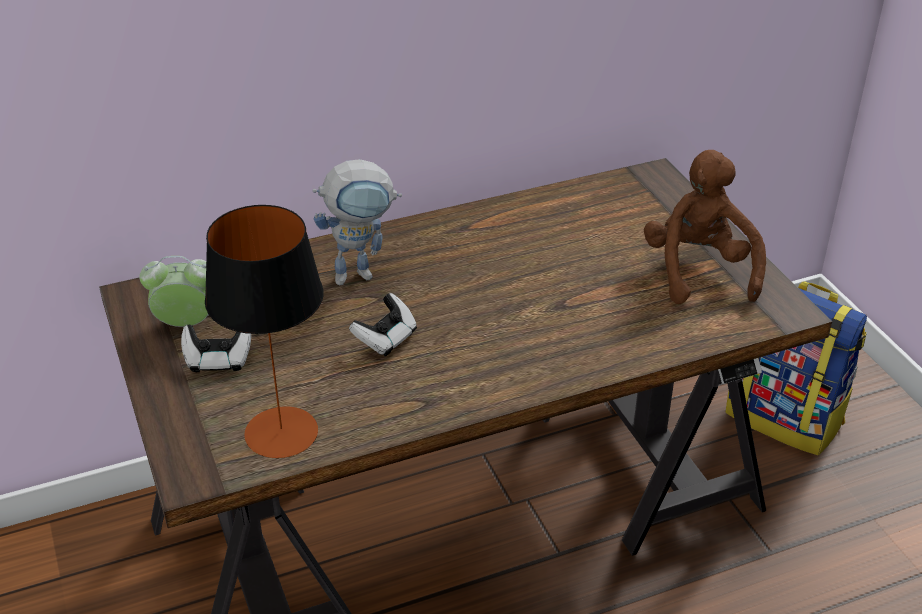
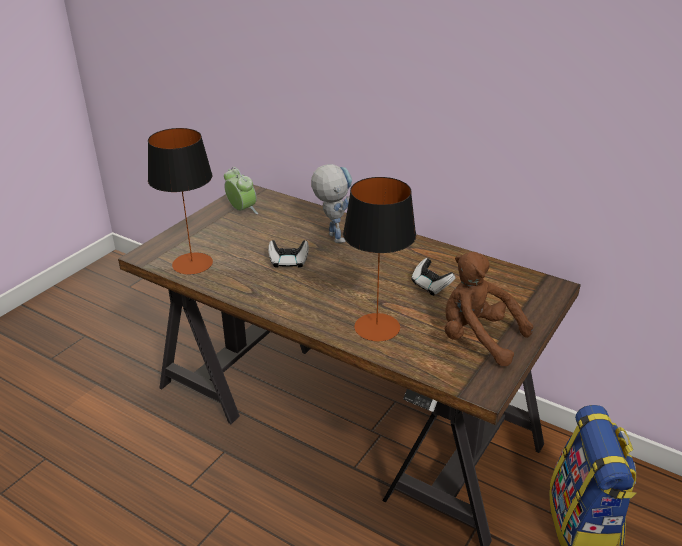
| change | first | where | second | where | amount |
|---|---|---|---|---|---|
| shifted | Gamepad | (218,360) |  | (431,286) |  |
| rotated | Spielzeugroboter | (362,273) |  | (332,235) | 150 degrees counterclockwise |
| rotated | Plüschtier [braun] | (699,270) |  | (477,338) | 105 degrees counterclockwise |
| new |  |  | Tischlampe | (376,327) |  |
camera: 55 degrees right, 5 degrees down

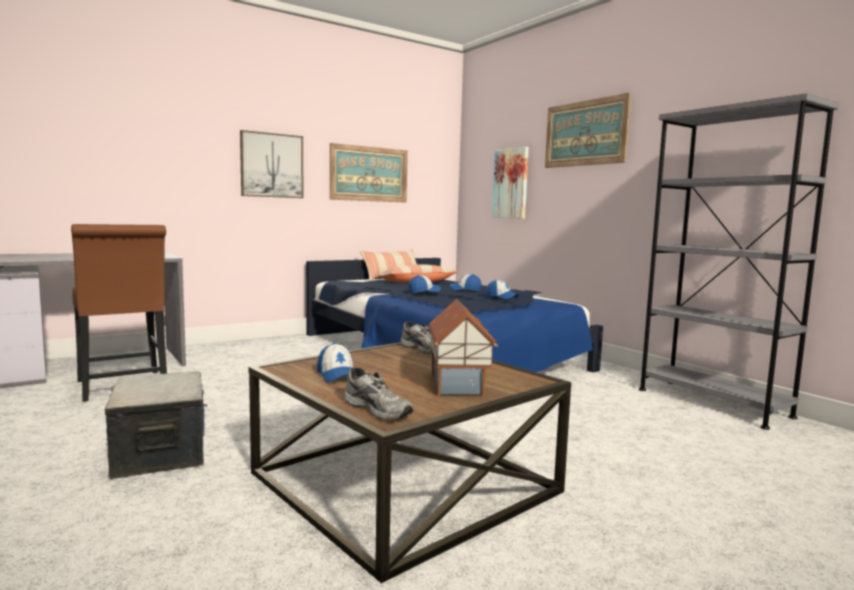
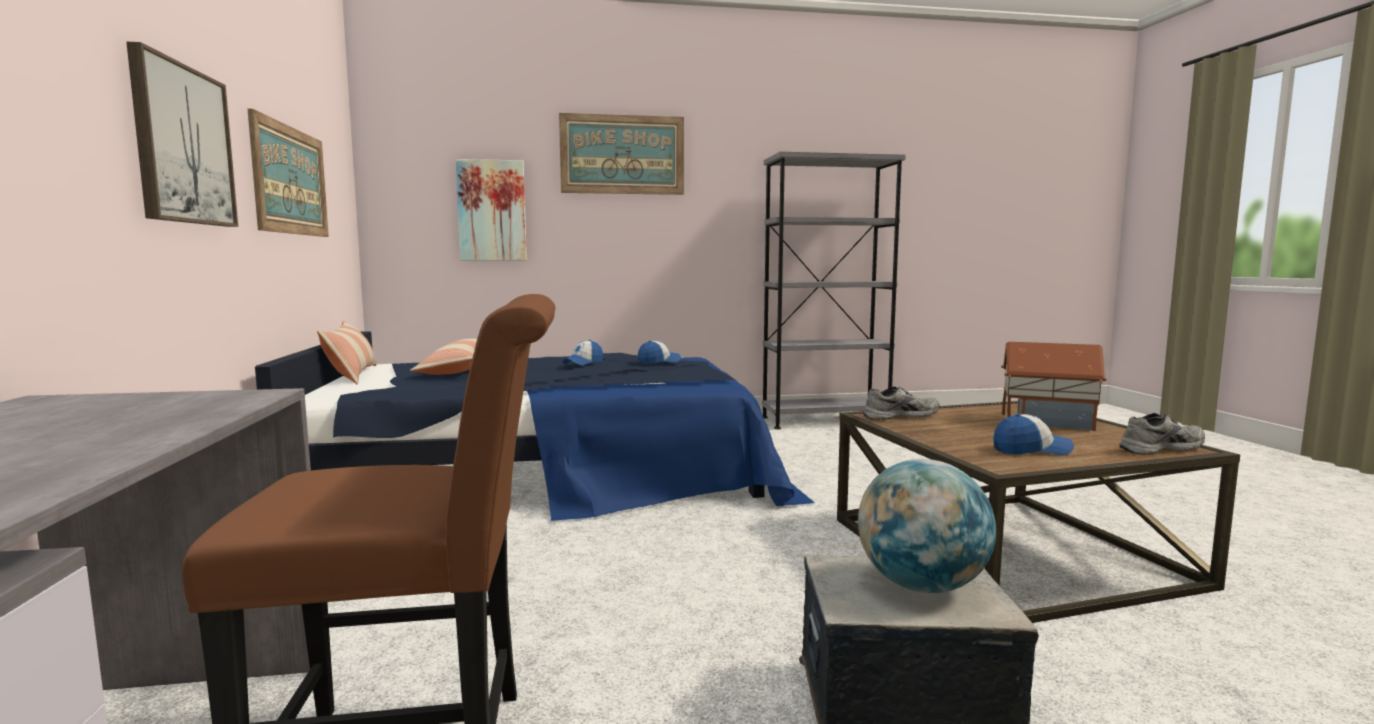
| change | first | where | second | where | amount |
|---|---|---|---|---|---|
| gone | Kappe | (424,291) |  |  |  |
| new |  |  | Globus | (921,586) |  |
camera: 65 degrees left, 0 degrees up

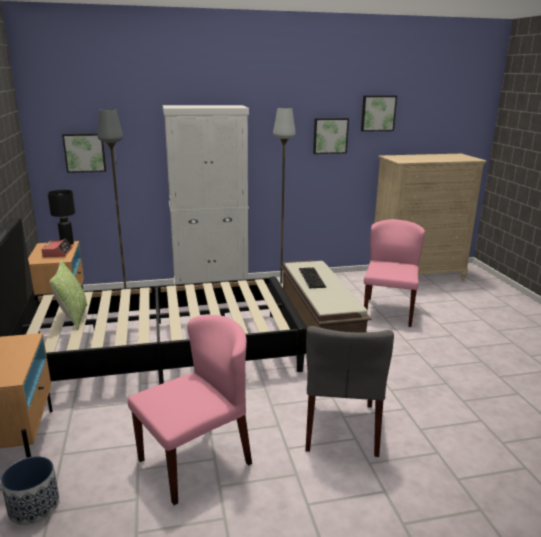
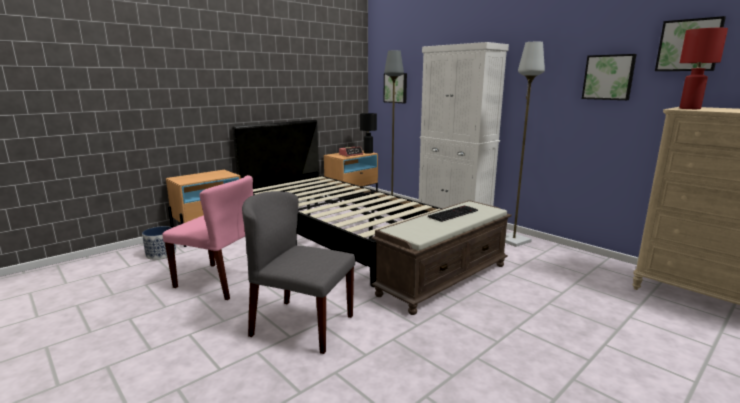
| change | first | where | second | where | amount |
|---|---|---|---|---|---|
| gone | Kissen | (73,317) |  |  |  |
| rotated | Stuhl [grau] | (341,427) |  | (301,325) | 45 degrees clockwise |
| gone | Stuhl [rosa] | (388,311) |  |  |  |
| new |  |  | Tischlampe [rot] | (689,108) |  |
camera: 60 degrees right, 5 degrees down

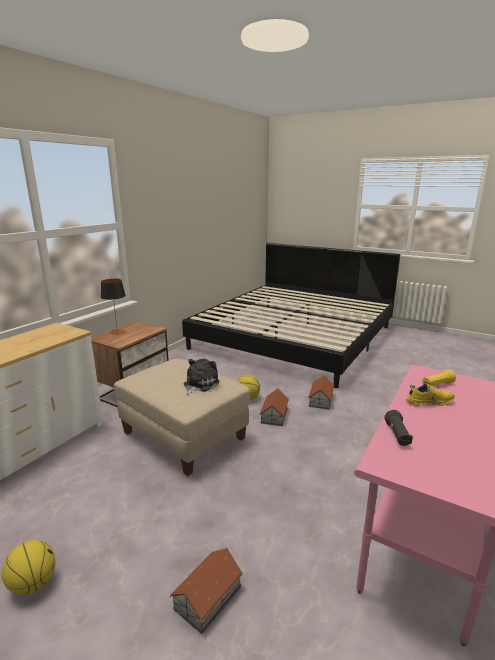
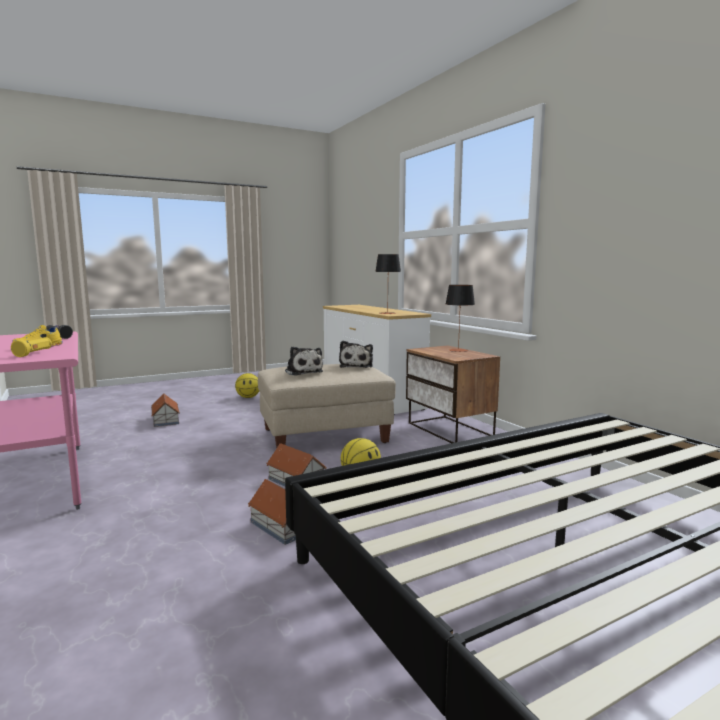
| change | first | where | second | where | amount |
|---|---|---|---|---|---|
| new |  |  | Plüschtier | (356,366) |  |
| new |  |  | Tischlampe | (387,313) |  |
camera: 120 degrees right, 10 degrees down

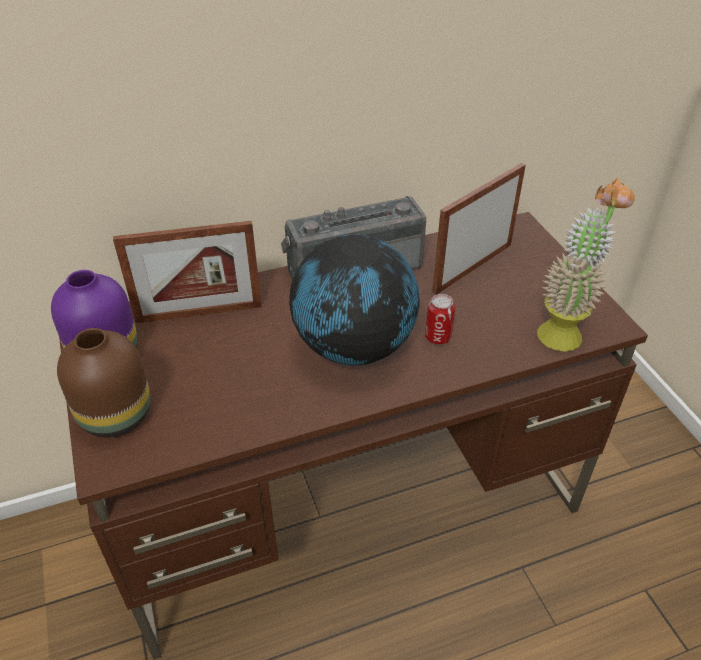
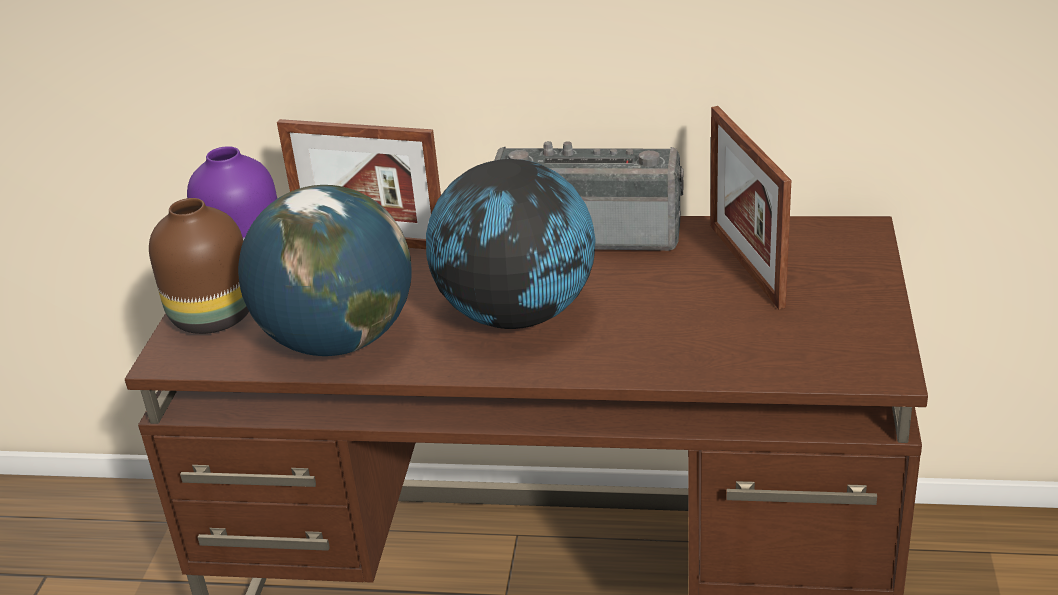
| change | first | where | second | where | amount |
|---|---|---|---|---|---|
| gone | Dose | (438,337) |  |  |  |
| rotated | Bilderrahmen | (472,268) |  | (746,265) | 90 degrees counterclockwise |
| gone | Topfpflanze | (565,329) |  |  |  |
| new |  |  | Globus | (338,341) |  |
camera: 30 degrees right, 10 degrees down

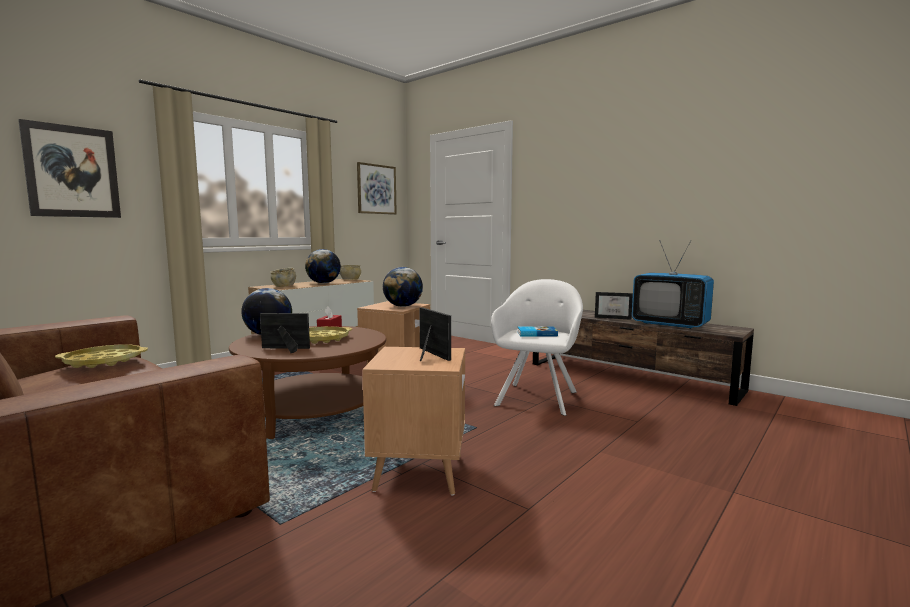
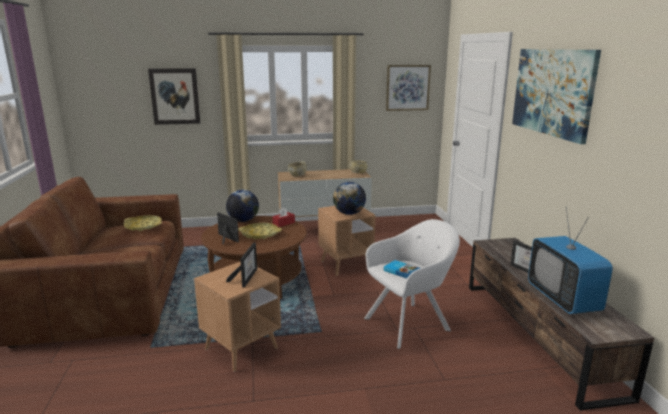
| change | first | where | second | where | amount |
|---|---|---|---|---|---|
| gone | Globus | (323,283) |  |  |  |
| new |  |  | Bild | (552,92) |  |
camera: 40 degrees right, 10 degrees up

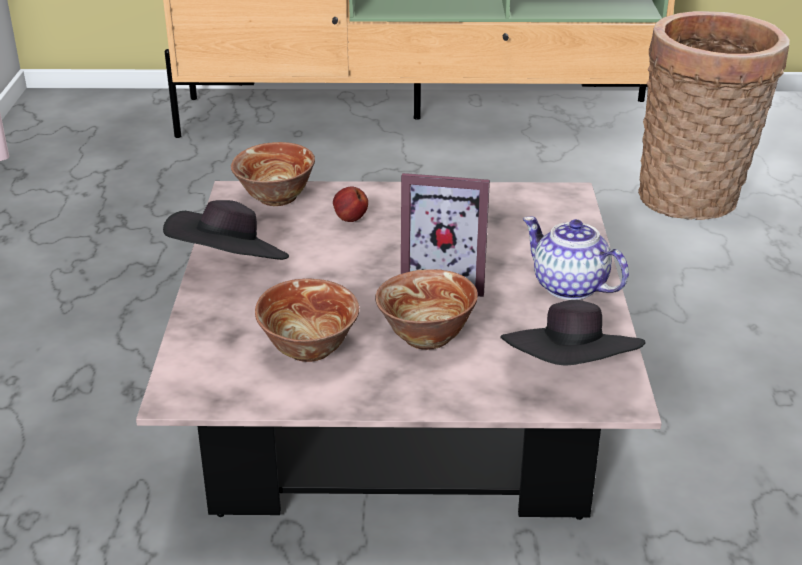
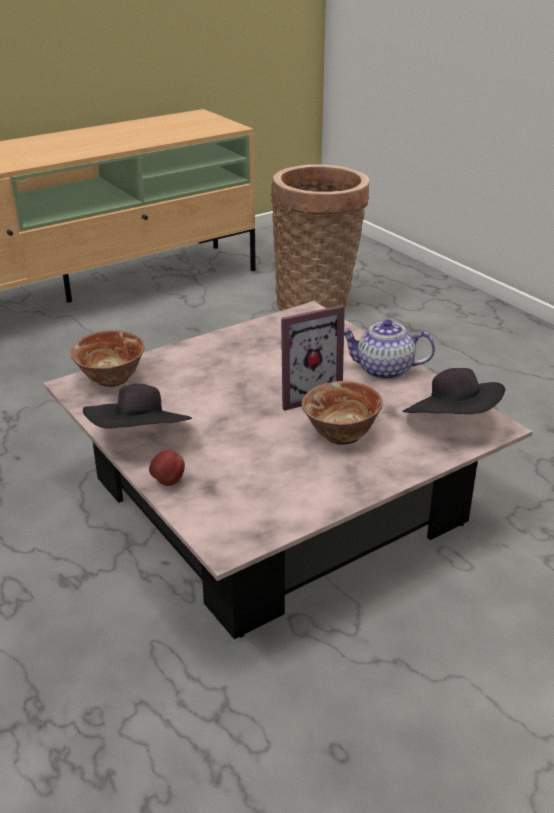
| change | first | where | second | where | amount |
|---|---|---|---|---|---|
| gone | Schüssel | (309,350) |  |  |  |
| shifted | Apfel | (350,219) |  | (168,482) |  |
camera: 35 degrees left, 0 degrees up

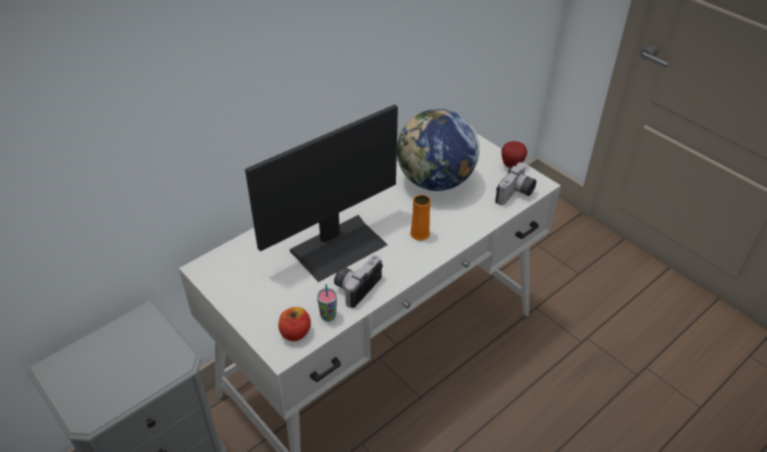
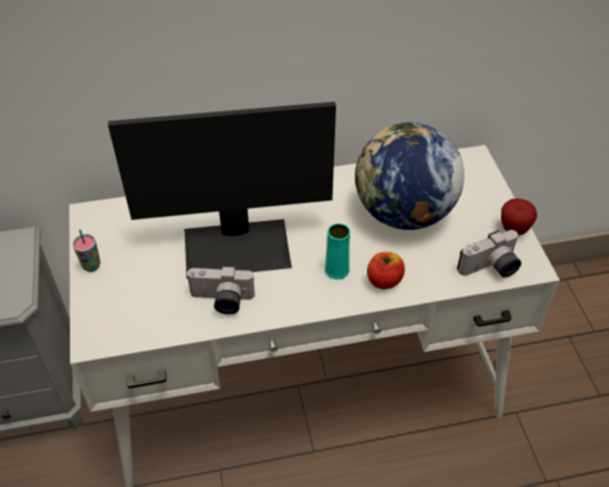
| change | first | where | second | where | amount |
|---|---|---|---|---|---|
| shifted | Apfel | (295,333) |  | (384,280) |  |
| shifted | Tasse | (328,316) |  | (91,266) |  |
| rotated | Kamera | (356,286) |  | (221,301) | 150 degrees counterclockwise |
| repainted | Vase [orange] | (420,234) | Vase [türkis] | (337,270) |  |
camera: 30 degrees right, 5 degrees up

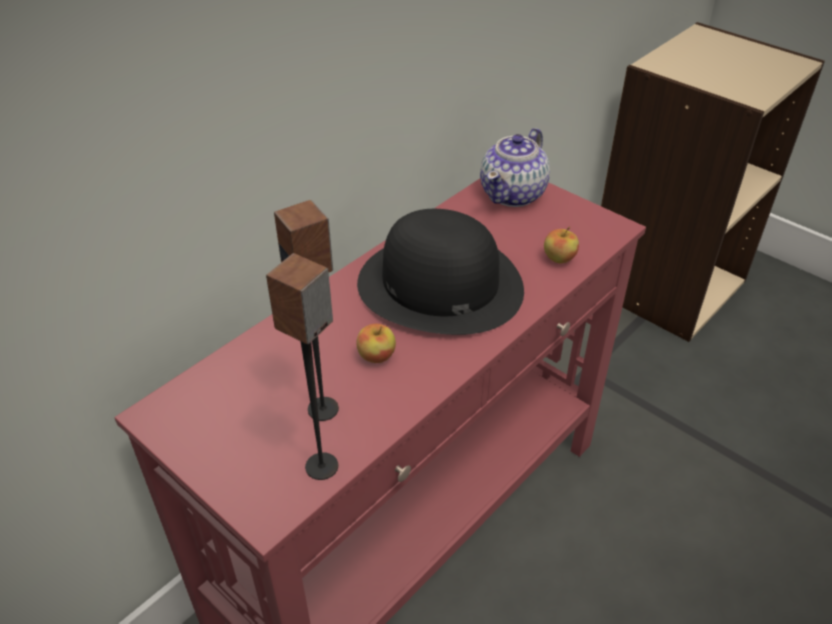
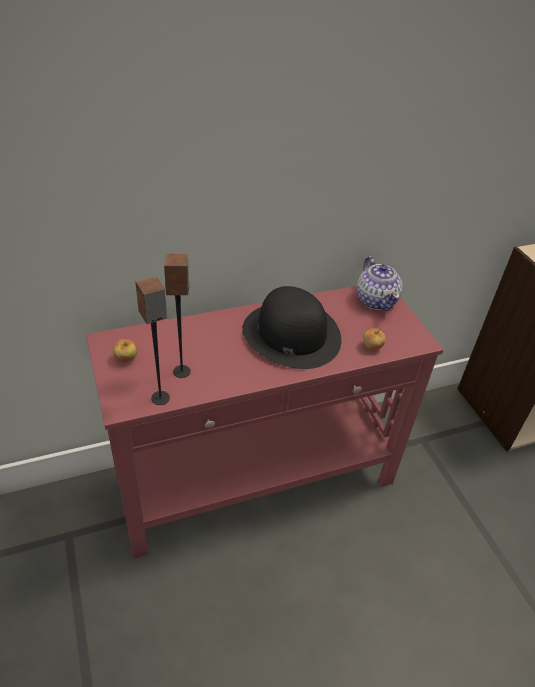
| change | first | where | second | where | amount |
|---|---|---|---|---|---|
| shifted | Apfel | (376,356) |  | (126,358) |  |
| rotated | Teekanne | (514,194) |  | (376,300) | 75 degrees counterclockwise |
camera: 25 degrees right, 0 degrees up

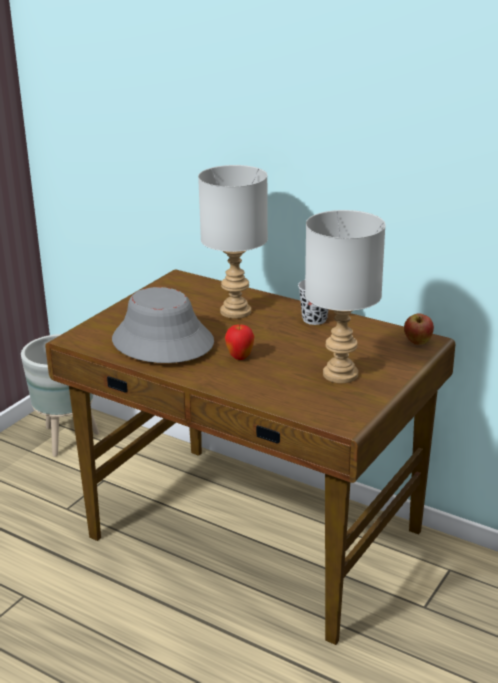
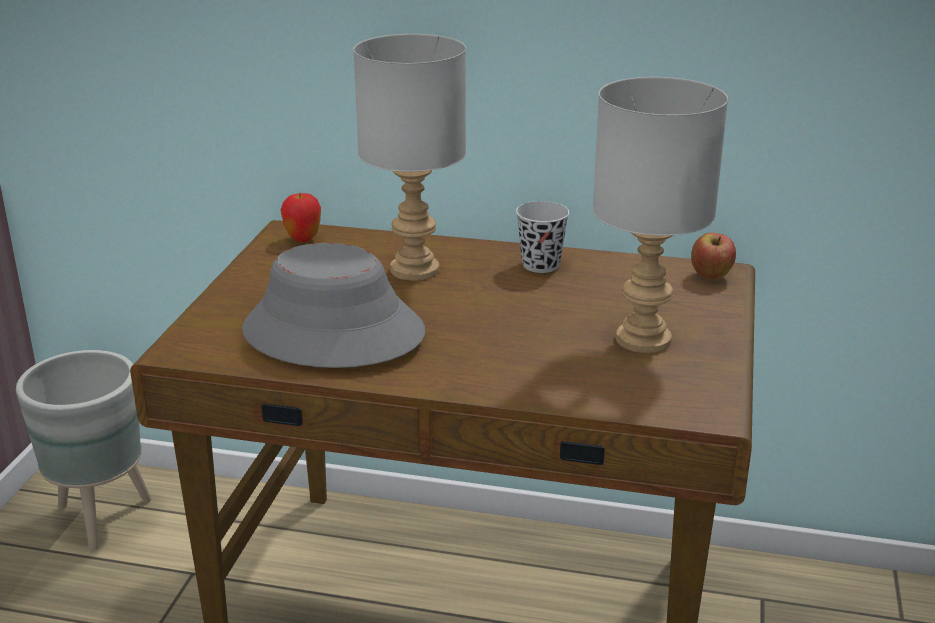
| change | first | where | second | where | amount |
|---|---|---|---|---|---|
| shifted | Apfel | (240,357) |  | (303,239) |  |
camera: 20 degrees left, 0 degrees up

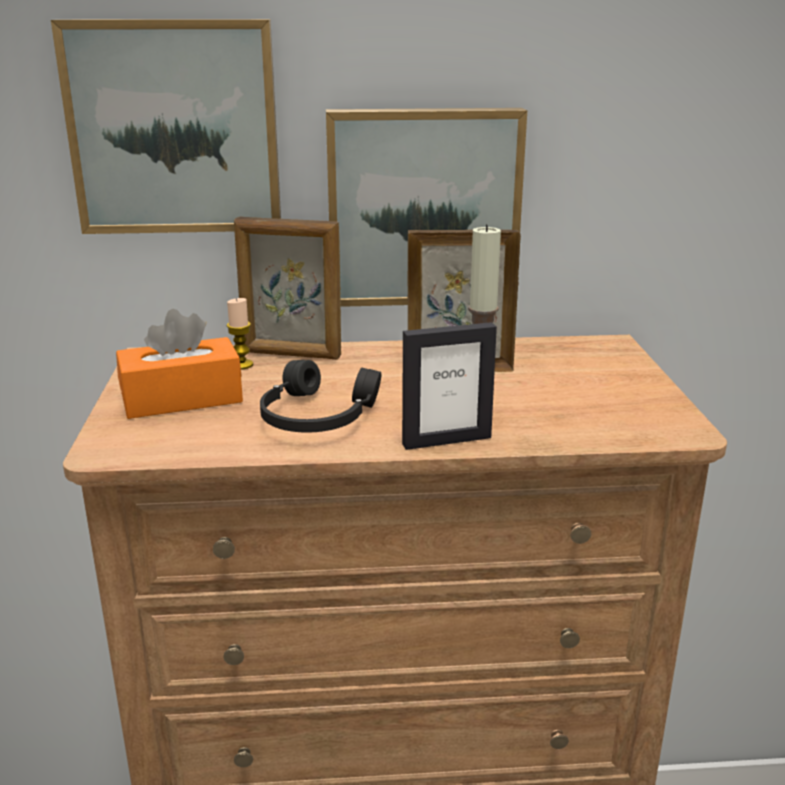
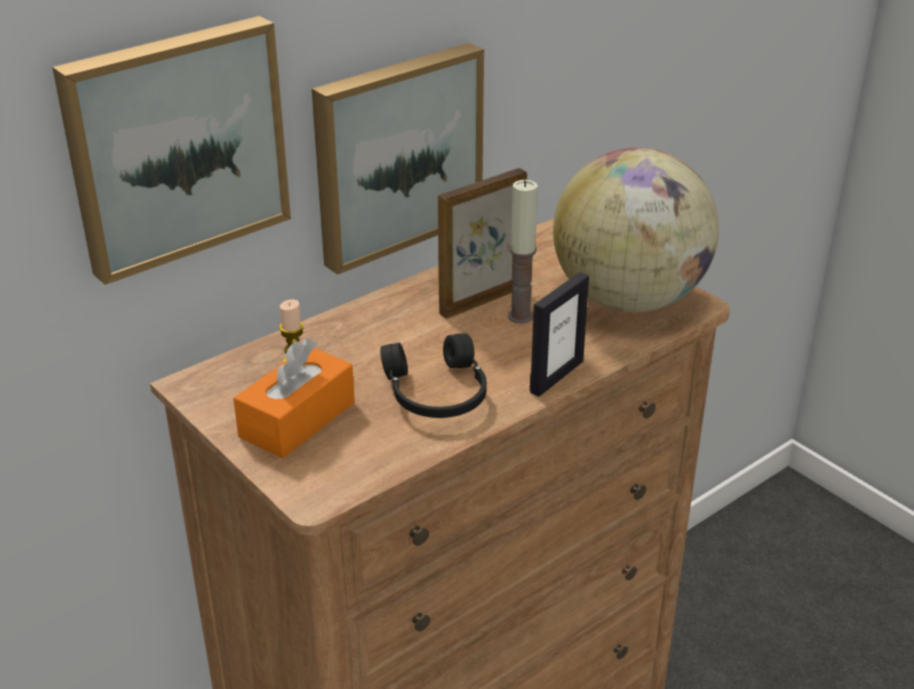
| change | first | where | second | where | amount |
|---|---|---|---|---|---|
| gone | Bilderrahmen | (291,354) |  |  |  |
| new |  |  | Globus | (629,299) |  |
camera: 35 degrees left, 10 degrees up

